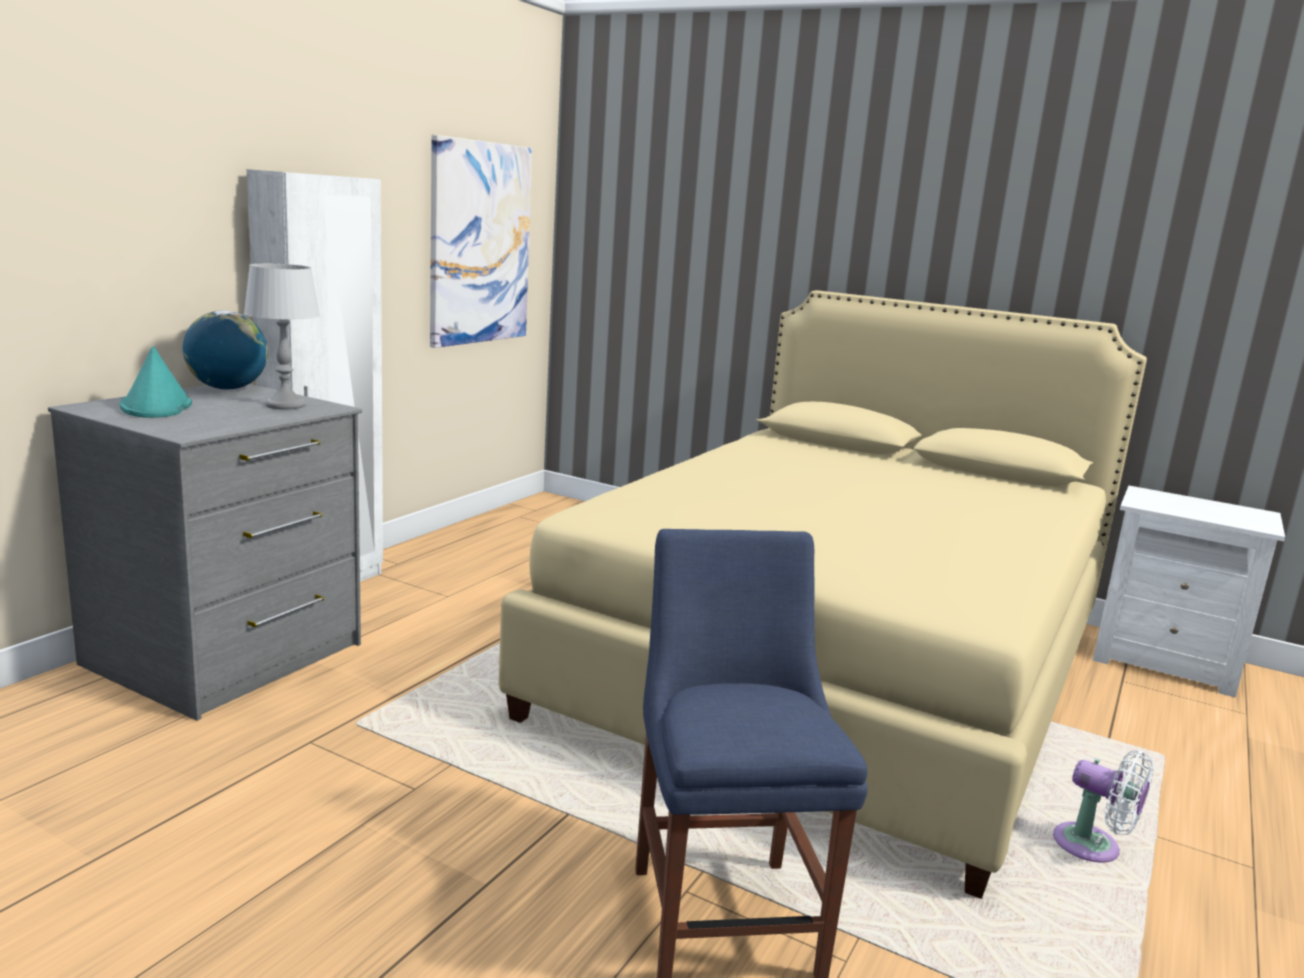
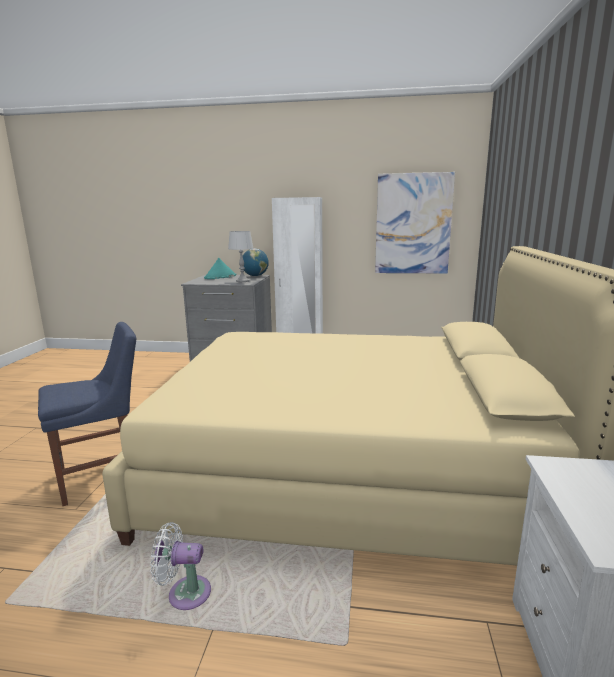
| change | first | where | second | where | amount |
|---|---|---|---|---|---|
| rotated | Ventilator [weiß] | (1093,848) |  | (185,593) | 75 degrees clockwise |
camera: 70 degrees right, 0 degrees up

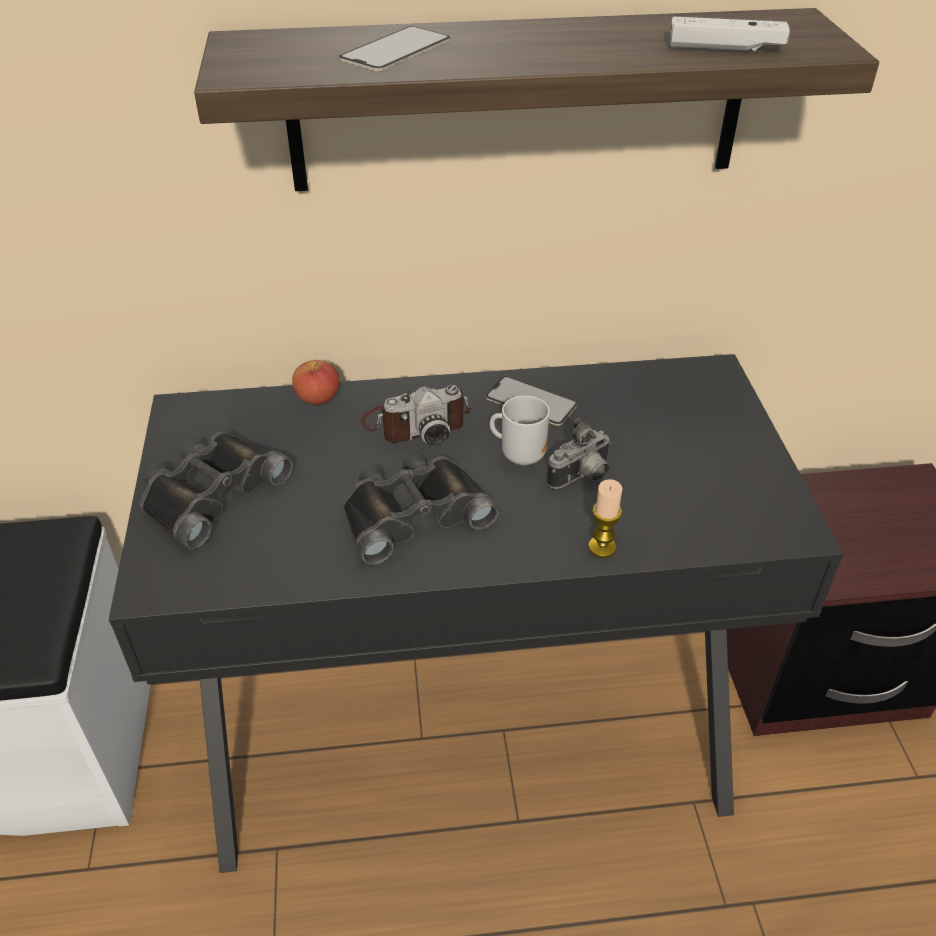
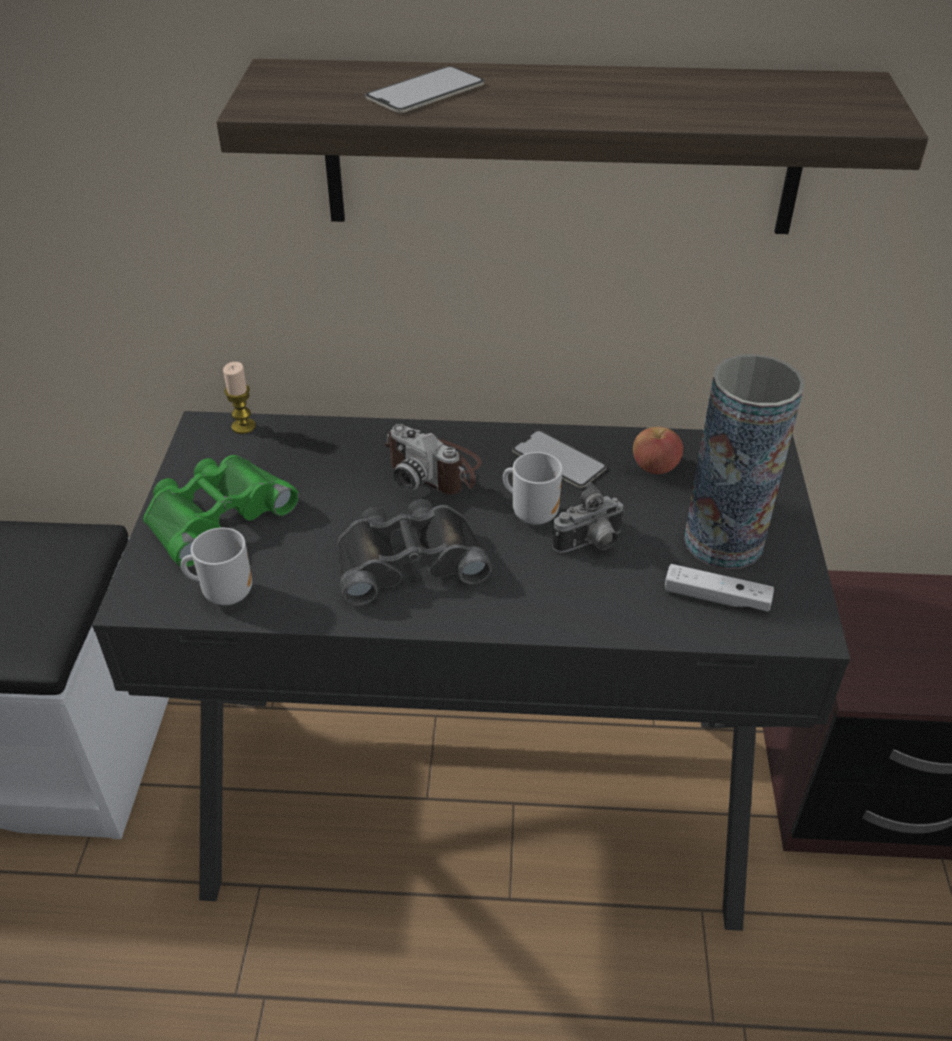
| change | first | where | second | where | amount |
|---|---|---|---|---|---|
| repainted | Fernglas [schwarz] | (211,493) | Fernglas [grün] | (215,515) |  |
| shifted | Apfel | (318,398) |  | (655,467) |  |
| rotated | Kamera | (416,423) |  | (434,468) | 45 degrees clockwise |
| shifted | Kerze | (602,547) |  | (243,426) |  |
| shifted | Gamepad [weiß] | (725,48) |  | (716,598) |  |
| new |  |  | Henkelbecher | (225,593) |  |
| new |  |  | Vase | (723,541) |  |
camera: 10 degrees right, 0 degrees up

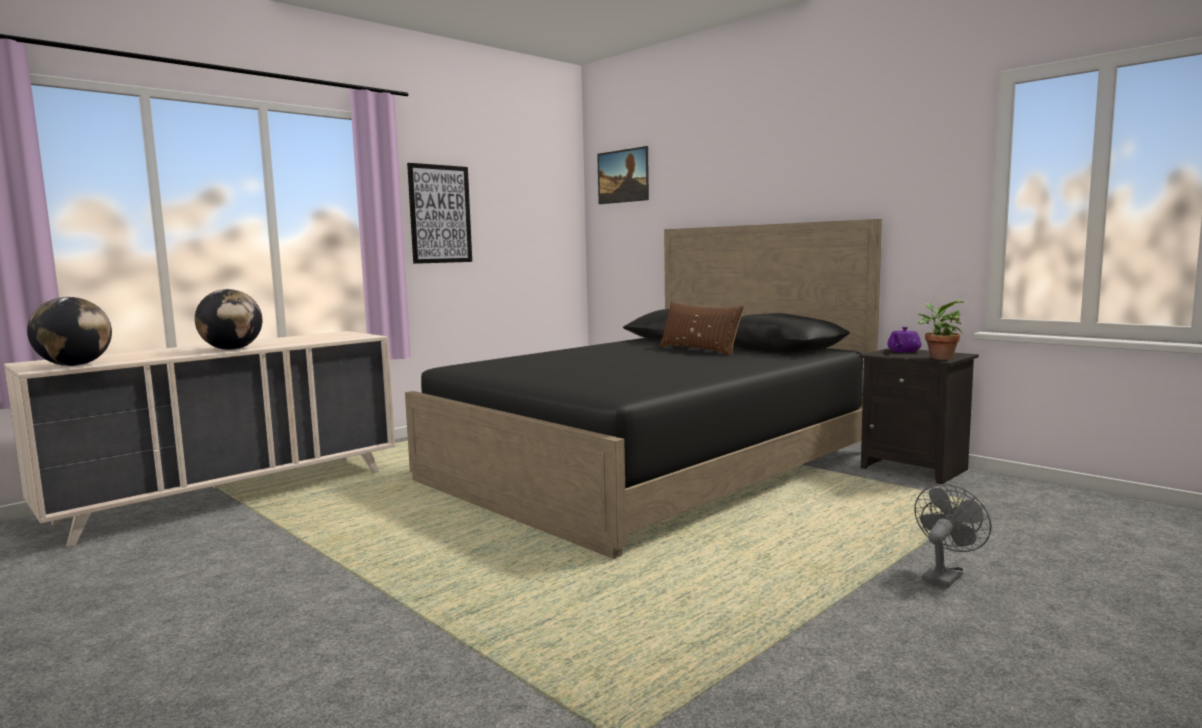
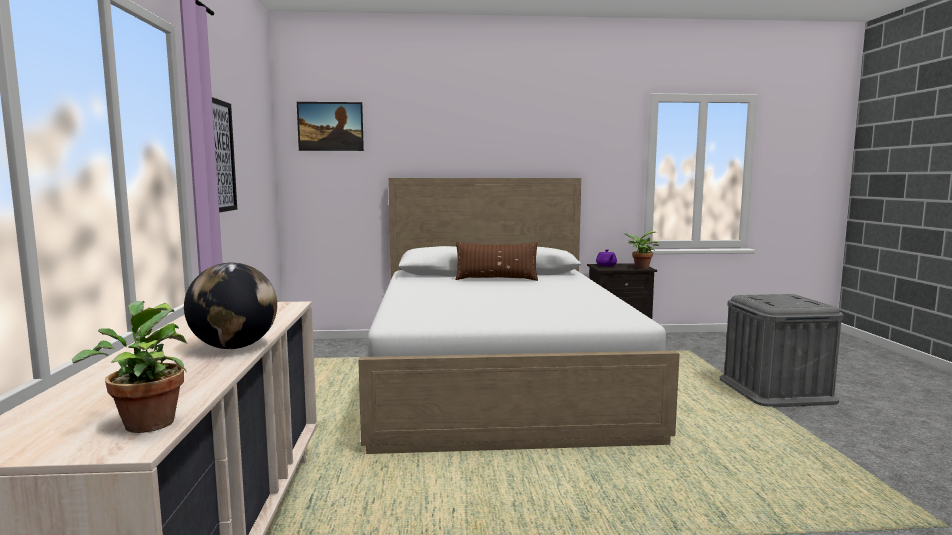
| change | first | where | second | where | amount |
|---|---|---|---|---|---|
| swapped | Globus | (75,365) | Topfpflanze | (146,422) |  |
| repainted | Bett [schwarz] | (653,465) | Bett [weiß] | (499,378) |  |
| swapped | Ventilator [grau] | (944,575) | Aufbewahrungsbox [grau] | (776,390) |  |
camera: 50 degrees left, 0 degrees up

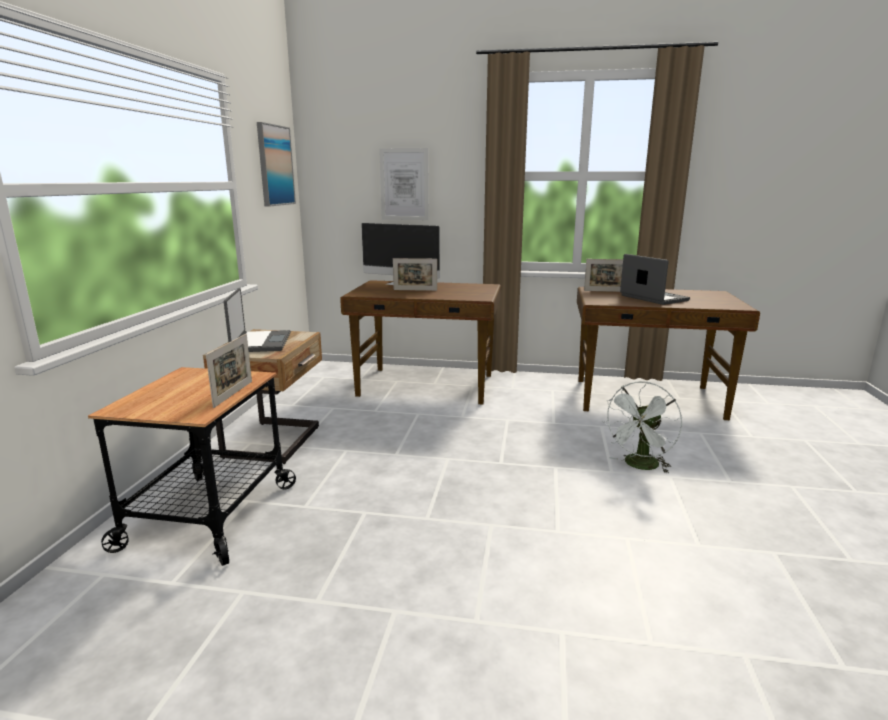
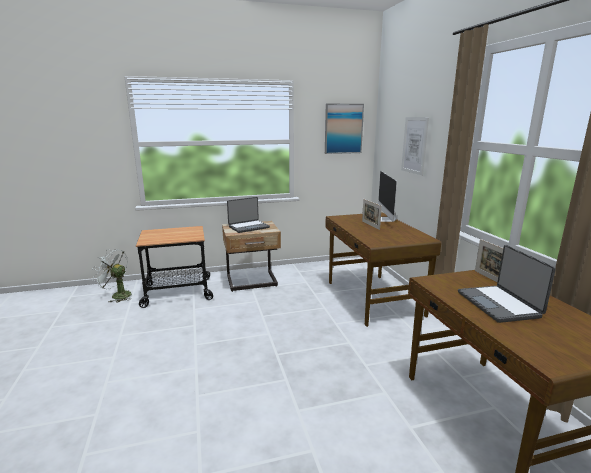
| change | first | where | second | where | amount |
|---|---|---|---|---|---|
| gone | Bilderrahmen | (233,394) |  |  |  |
| shifted | Ventilator [weiß] | (639,466) |  | (117,295) |  |
| rotated | Laptop | (652,298) |  | (499,304) | 135 degrees clockwise |
camera: 65 degrees right, 0 degrees up

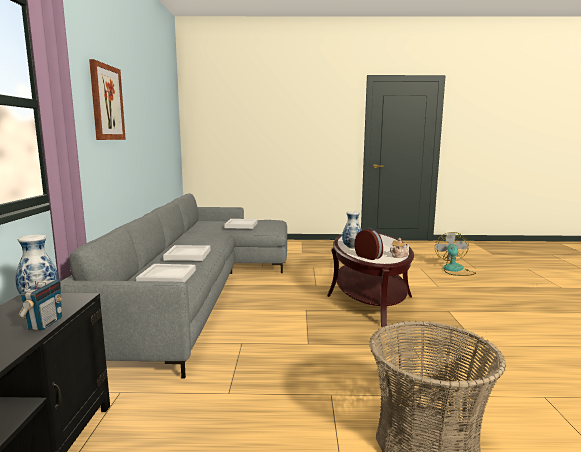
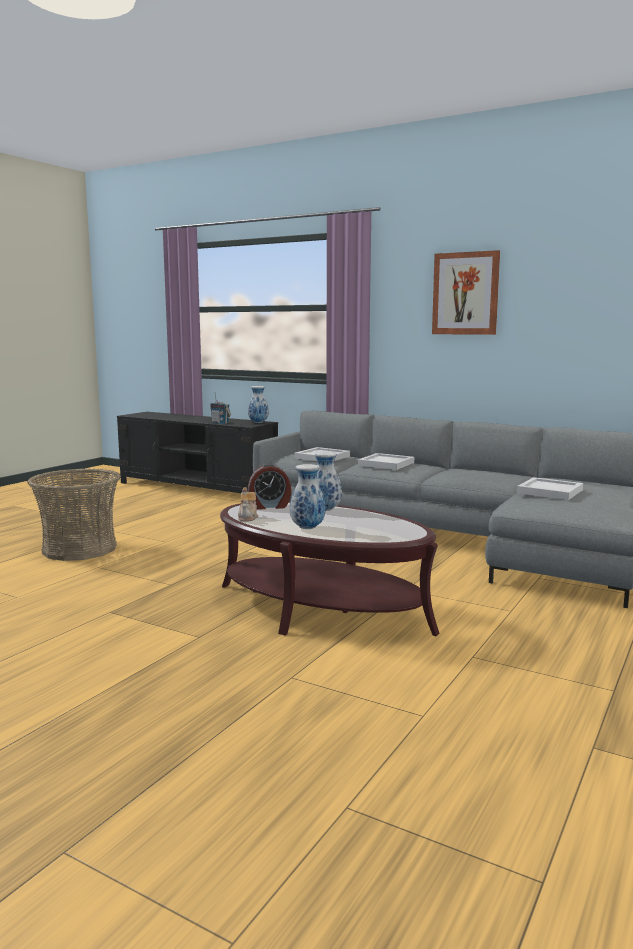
| change | first | where | second | where | amount |
|---|---|---|---|---|---|
| gone | Ventilator | (454,270) |  |  |  |
| new |  |  | Vase | (307,528) |  |
camera: 120 degrees right, 0 degrees up

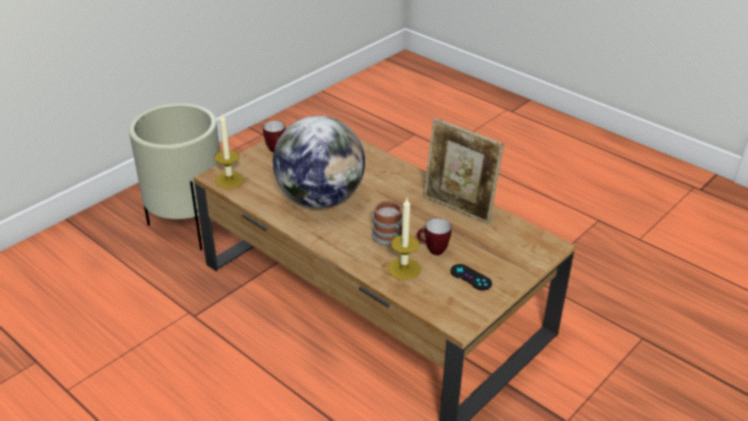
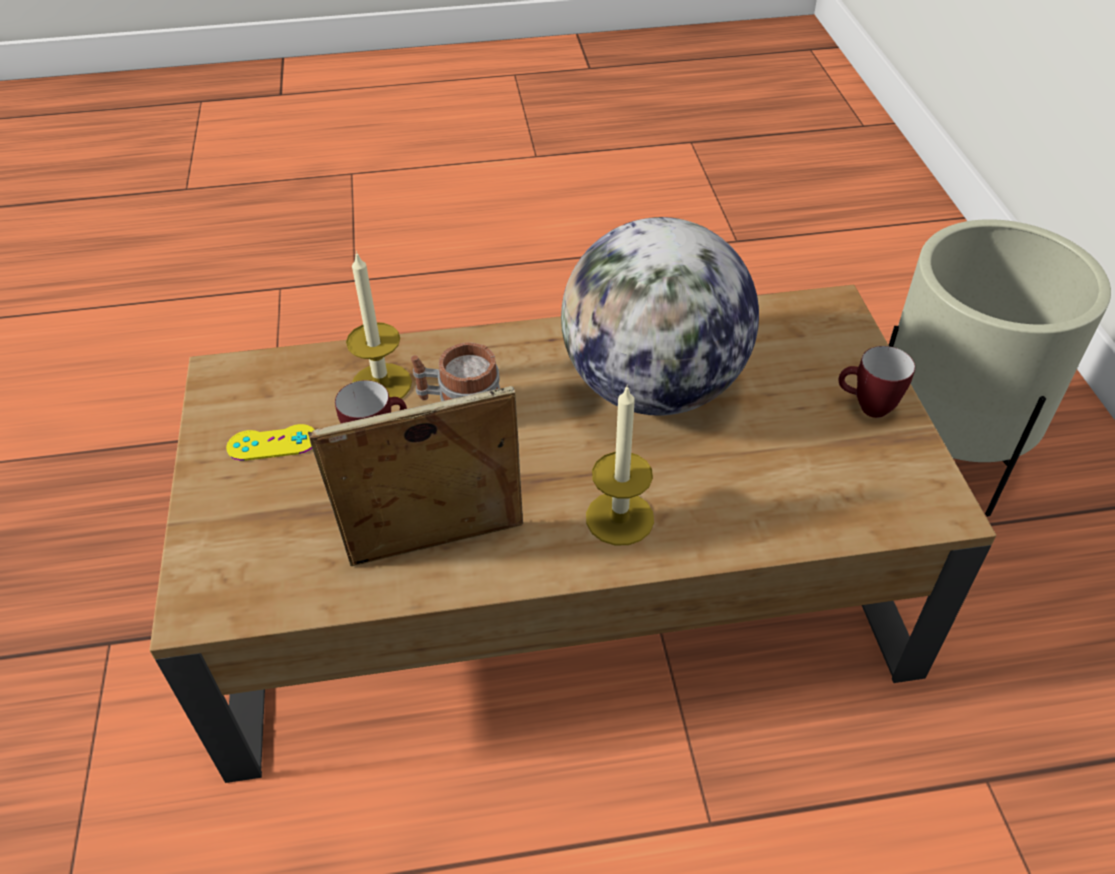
| change | first | where | second | where | amount |
|---|---|---|---|---|---|
| shifted | Kerze | (229,180) |  | (619,518) |  |
| repainted | Gamepad [schwarz] | (470,277) | Gamepad [gelb] | (272,443) |  |
camera: 130 degrees right, 10 degrees up

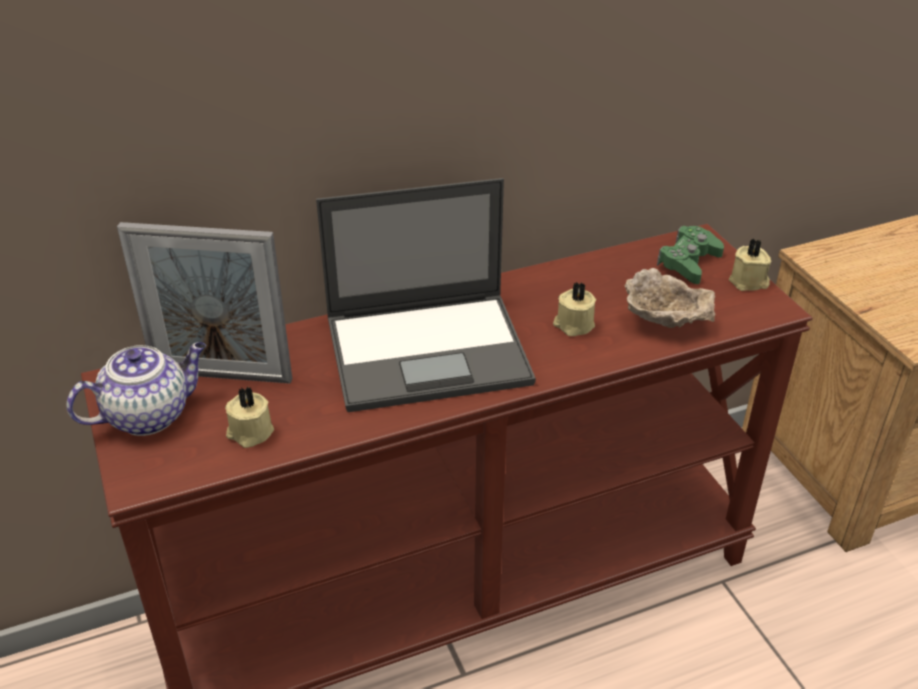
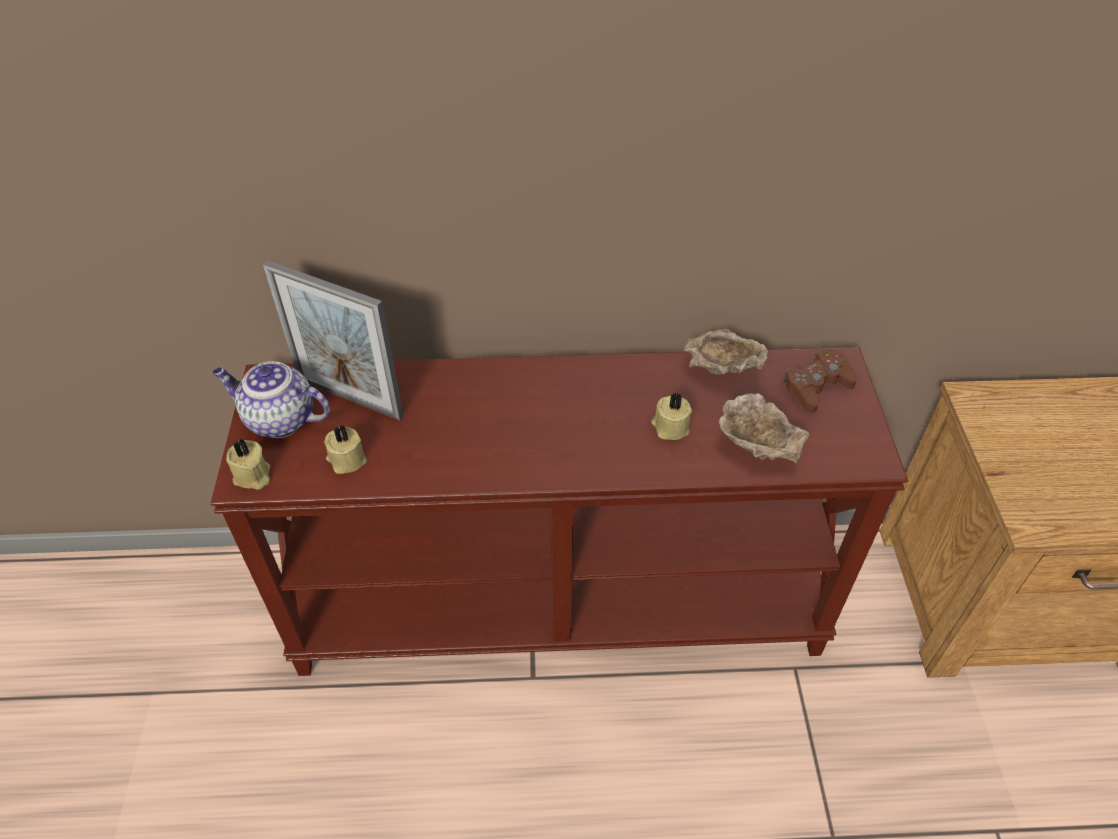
| change | first | where | second | where | amount |
|---|---|---|---|---|---|
| rotated | Teekanne | (149,414) |  | (278,420) | 150 degrees counterclockwise |
| gone | Laptop | (430,350) |  |  |  |
| repainted | Gamepad [grün] | (689,262) | Gamepad [braun] | (816,386) |  |
| shifted | Kerze [beige] | (749,282) |  | (252,476) |  |
| new |  |  | Schüssel [beige] | (721,371) |  |
camera: 20 degrees right, 10 degrees up

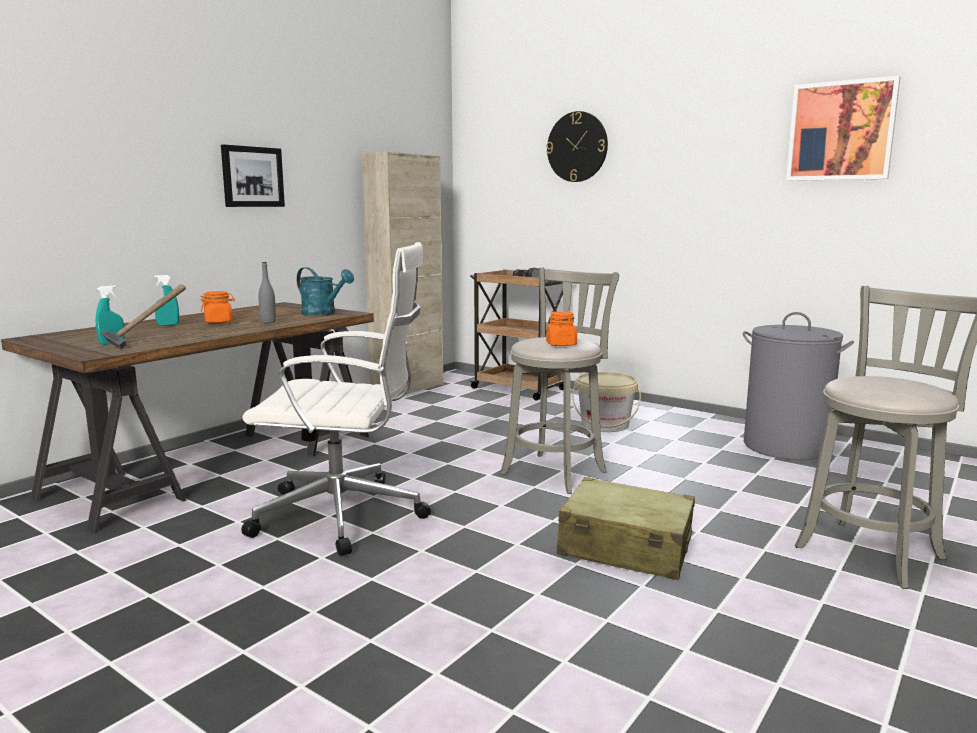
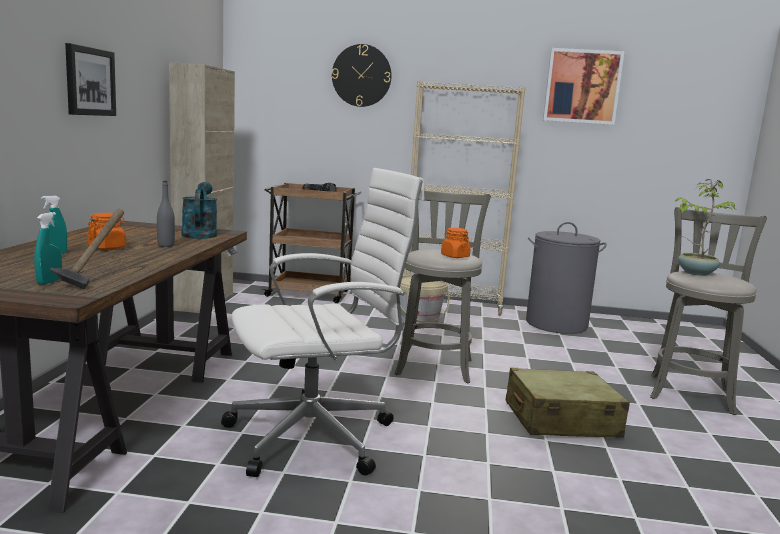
| change | first | where | second | where | amount |
|---|---|---|---|---|---|
| rotated | Gießkanne [türkis] | (323,314) |  | (200,234) | 105 degrees counterclockwise |
| new |  |  | Bücherregal [beige] | (451,306) |  |
| new |  |  | Topfpflanze | (695,273) |  |
camera: 30 degrees left, 0 degrees up

